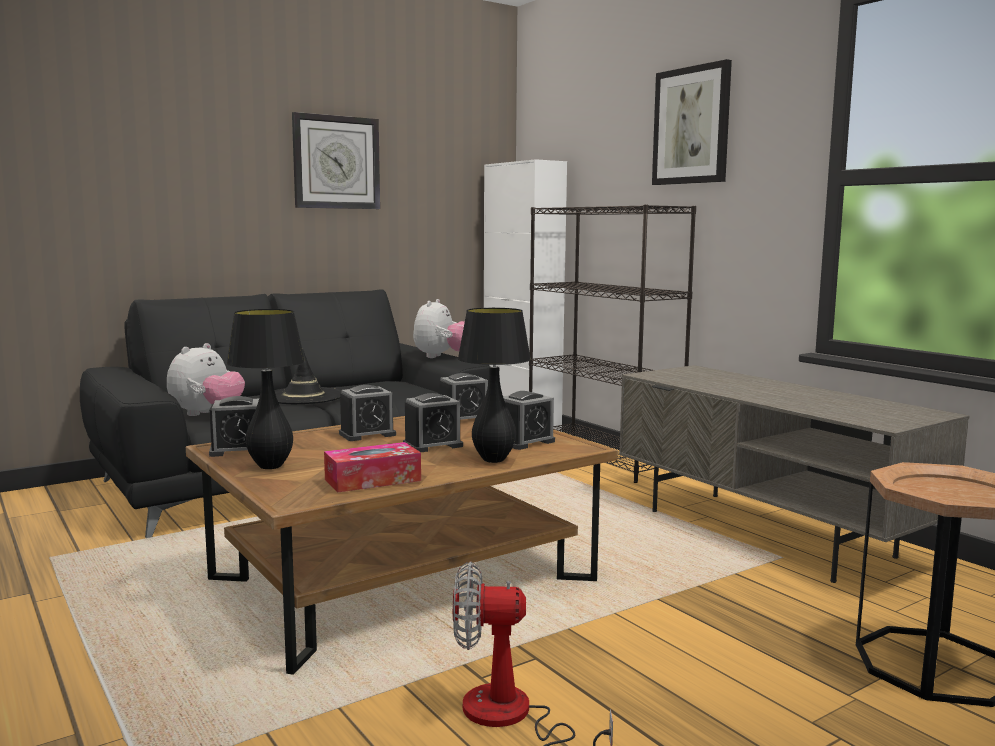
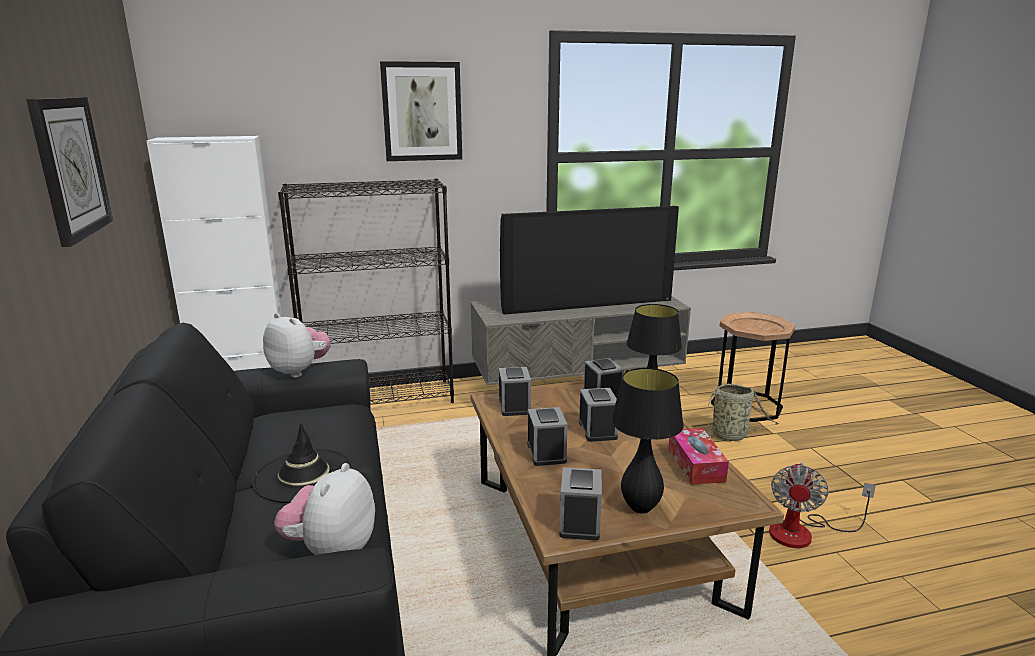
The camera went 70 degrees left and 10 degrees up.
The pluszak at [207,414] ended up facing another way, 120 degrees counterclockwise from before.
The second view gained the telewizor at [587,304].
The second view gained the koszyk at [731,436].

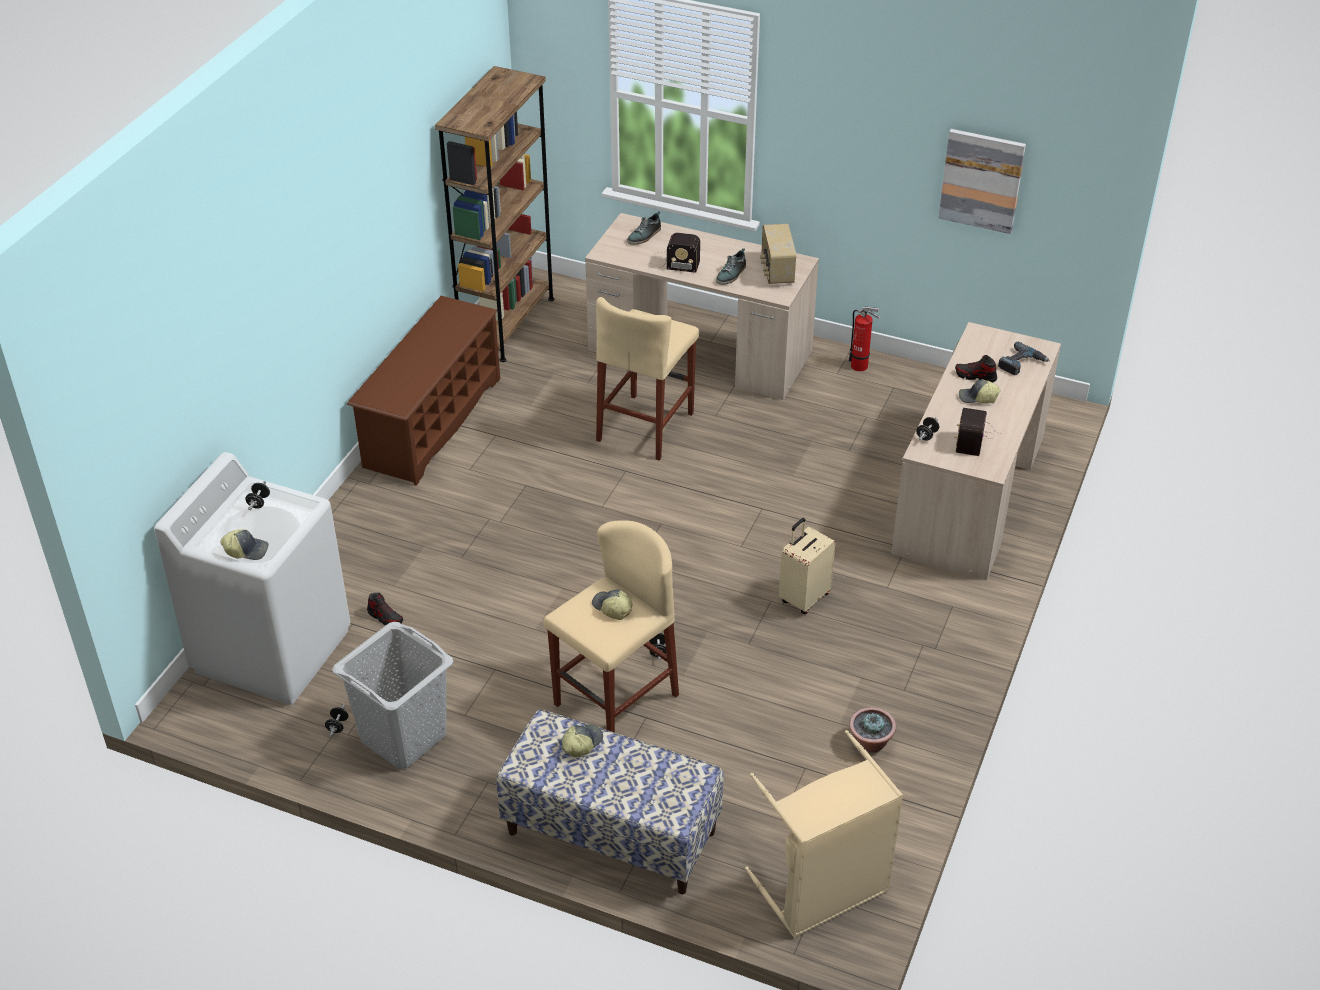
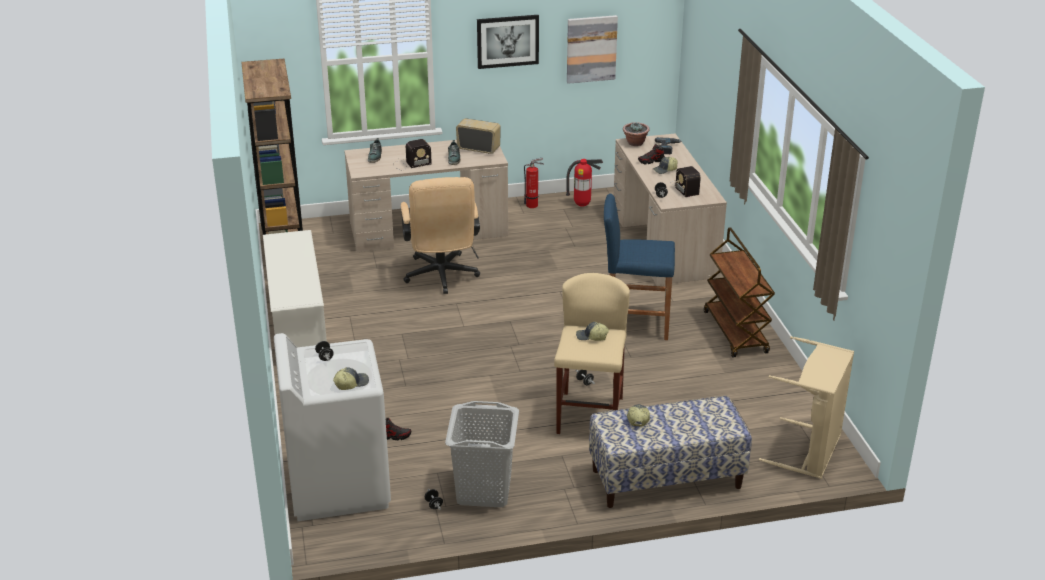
The camera went 35 degrees left and 10 degrees down.
What was the regał na buty (brązowy) at [432,422] turned into the regał na buty (biały) at [297,324].
Where the stołek (beżowy) stood at [645,427], the krzesło biurowe (beżowy) came to stand at [441,277].
The radio at [776,271] ended up facing another way, 150 degrees clockwise from before.
The second view gained the obraz at [507,41].
The second view gained the gaśnica at [582,205].
Where the walizka (beżowy) stood at [803,597], the stołek (niebieski) came to stand at [634,323].
The roślina doniczkowa ended up elsewhere, having gone from [870,743] to [635,143].
The second view gained the wózek (brązowy) at [736,333].

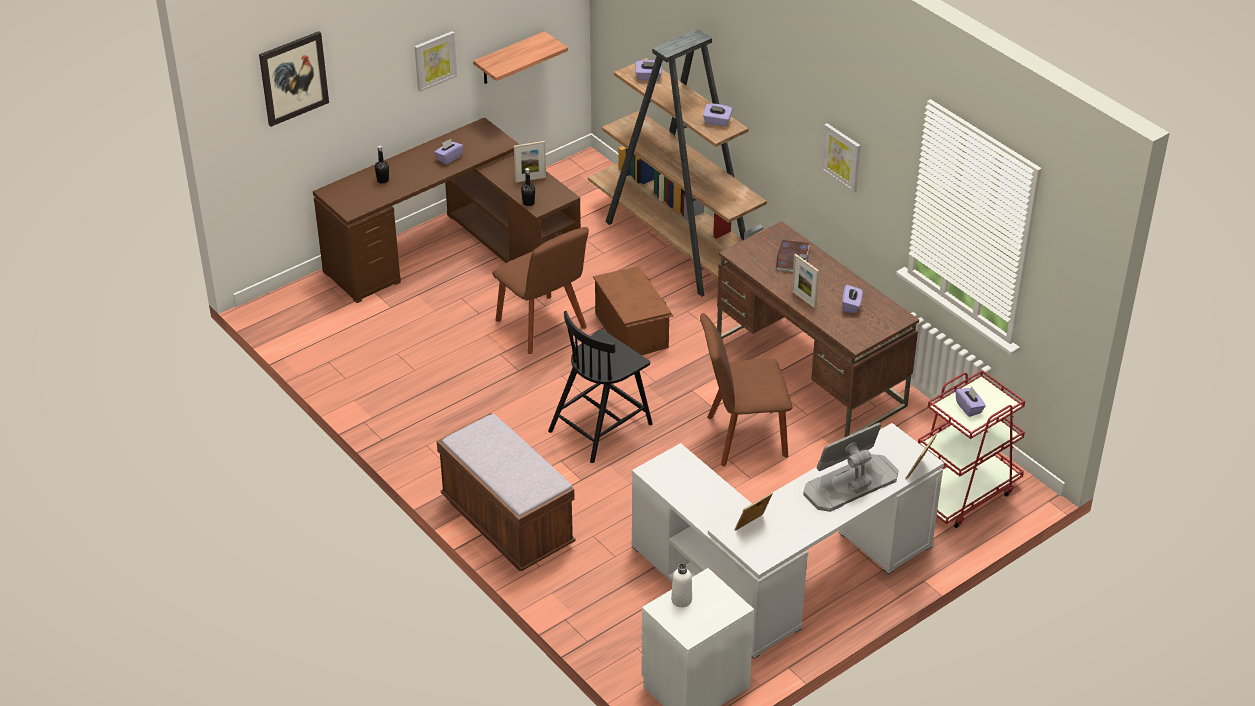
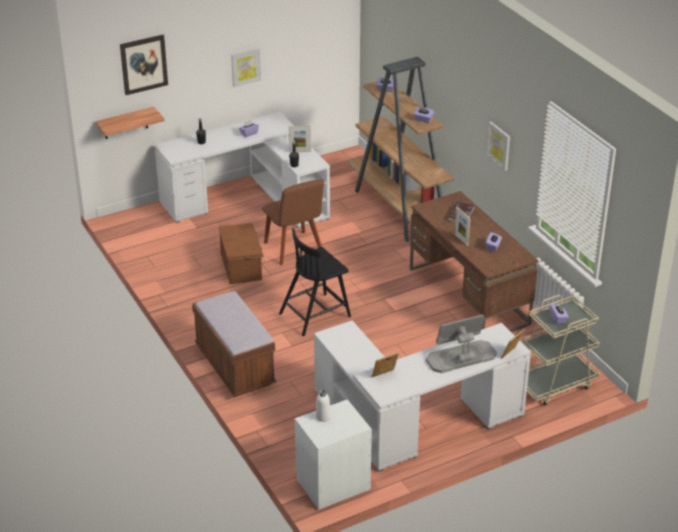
The camera went 10 degrees right and 5 degrees down.
The półka ended up elsewhere, having gone from [509,59] to [125,123].
What was the biurko (brązowy) at [456,251] turned into the biurko (biały) at [250,198].
The pojemnik do przechowywania (brązowy) ended up elsewhere, having gone from [632,330] to [242,266].
What was the wózek (czerwony) at [962,493] turned into the wózek (beżowy) at [555,384].
The second view lost the krzesło (brązowy) at [742,437].

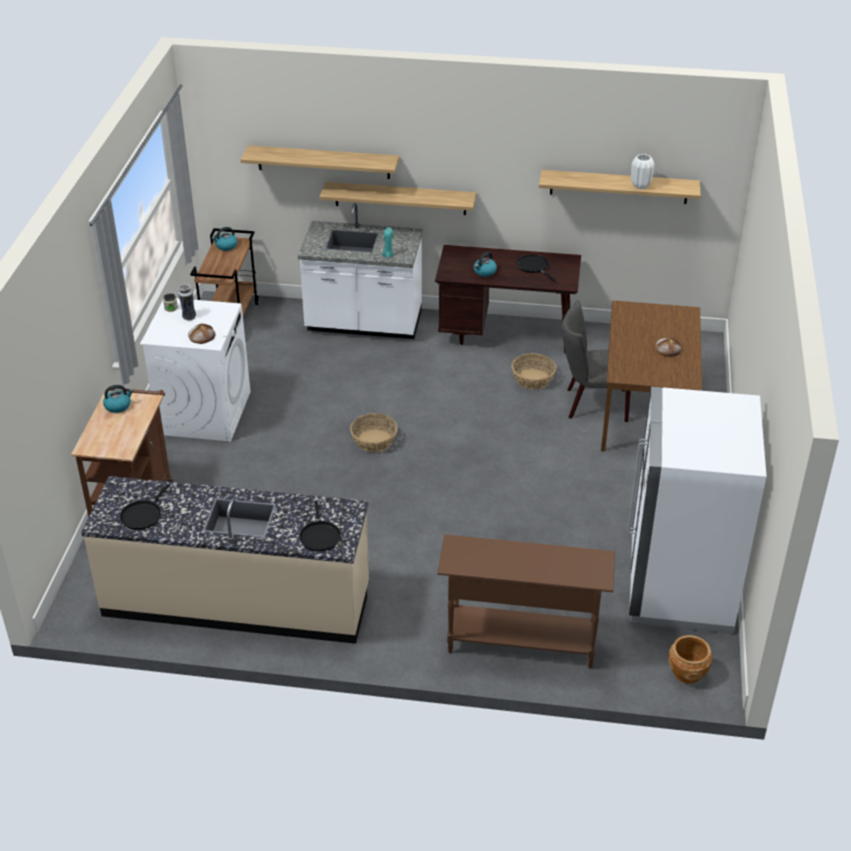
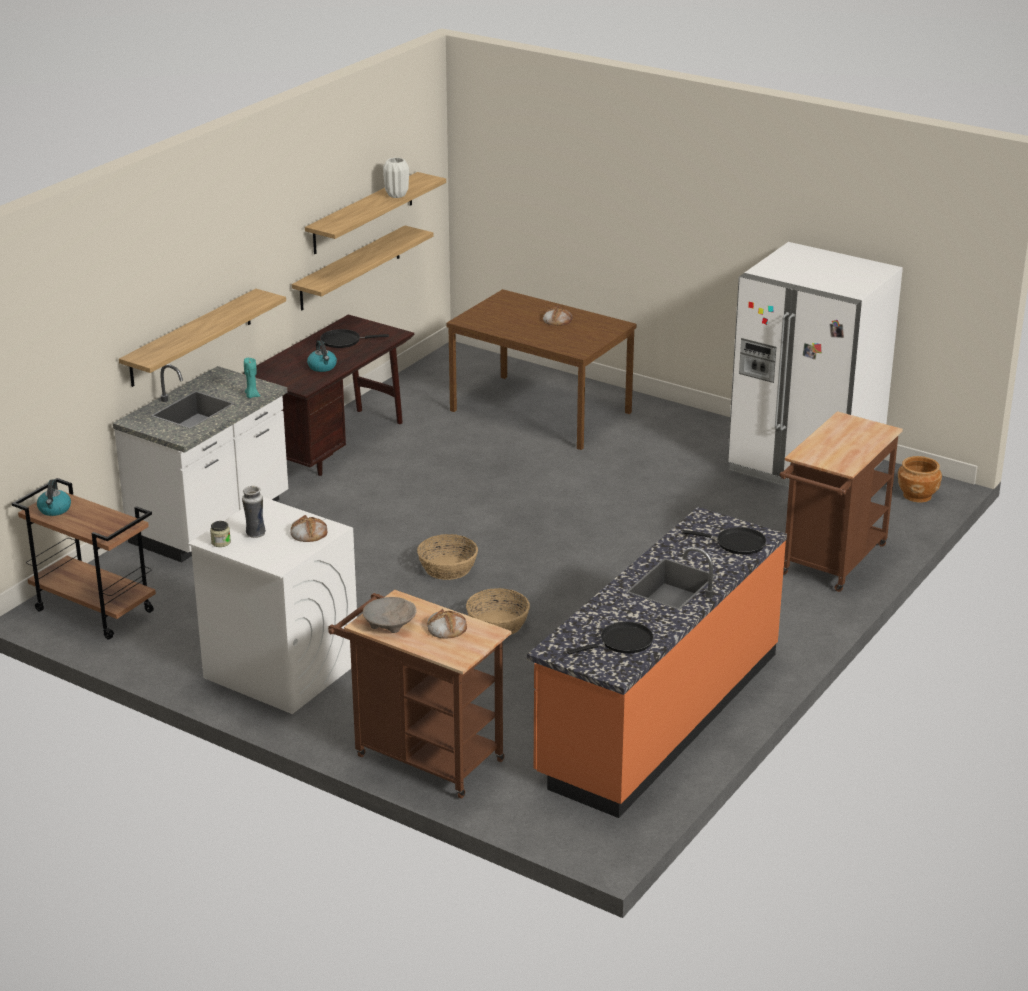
The camera went 65 degrees left and 10 degrees down.
The półka ended up elsewhere, having gone from [323,162] to [350,268].
Where the czajnik stood at [118,406], the miska (beżowy) came to stand at [389,623].
The second view gained the chleb at [446,627].
The koszyk ended up elsewhere, having gone from [533,379] to [497,624].
What was the zabudowa kuchenna (beżowy) at [237,601] turned into the zabudowa kuchenna (pomarańczowy) at [658,715].
The patelnia (czarny) at [143,515] ended up facing another way, 75 degrees counterclockwise from before.
Where the stolik konsolowy (brązowy) stood at [520,642], the wózek (brązowy) came to stand at [830,563].
The second view lost the krzesło (szary) at [592,404].

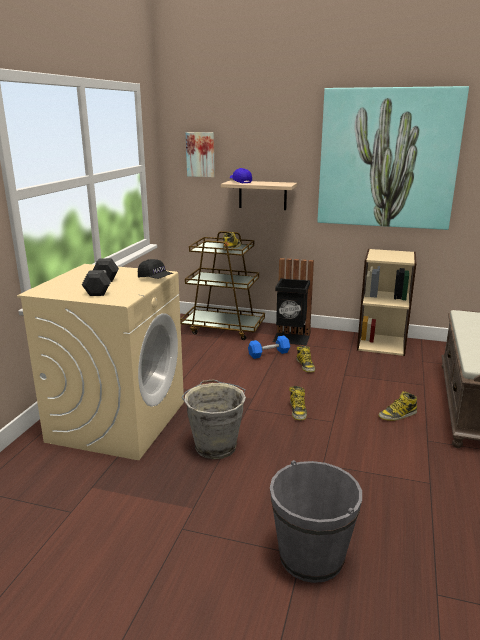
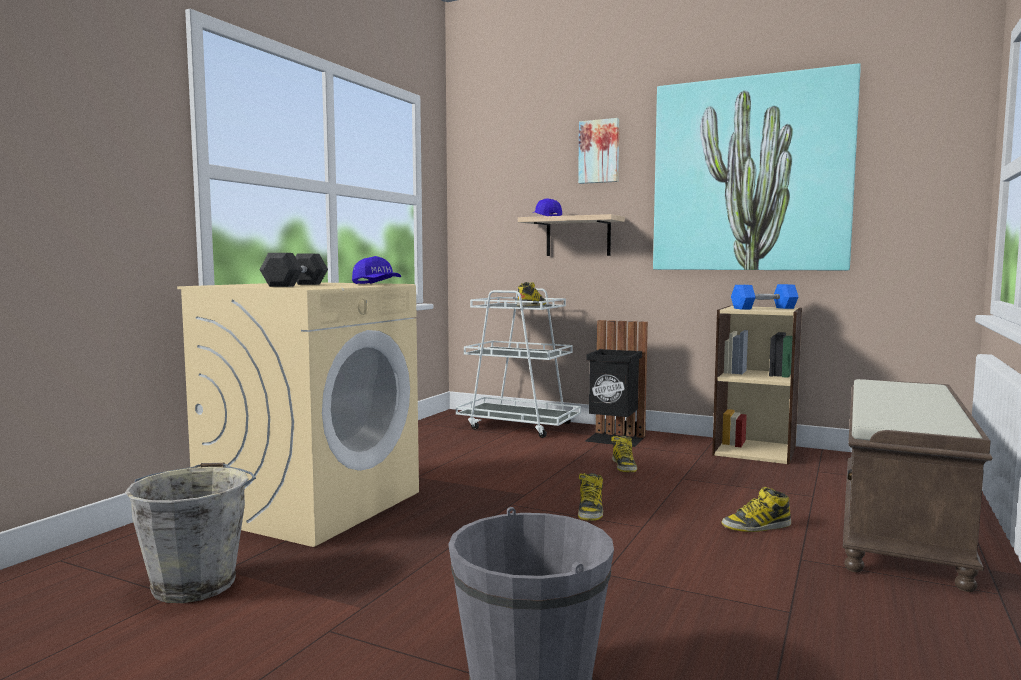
The camera went 10 degrees right and 15 degrees down.
The wiadro (szary) ended up elsewhere, having gone from [215,445] to [196,583].
What was the czapka z daszkiem (czarny) at [155,278] turned into the czapka z daszkiem (niebieski) at [377,284].
What was the wózek (brązowy) at [223,328] turned into the wózek (biały) at [519,426].
The obraz ended up elsewhere, having gone from [200,154] to [599,151].
The hantel (niebieski) ended up elsewhere, having gone from [269,354] to [764,308].

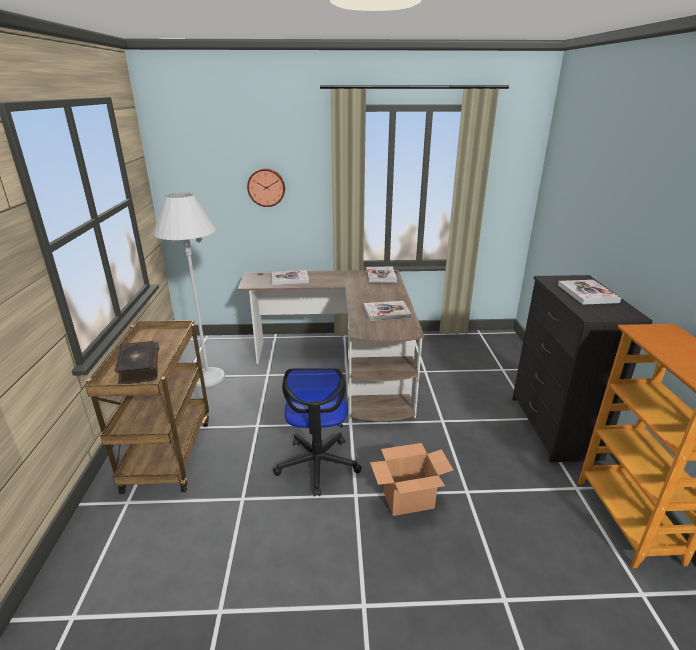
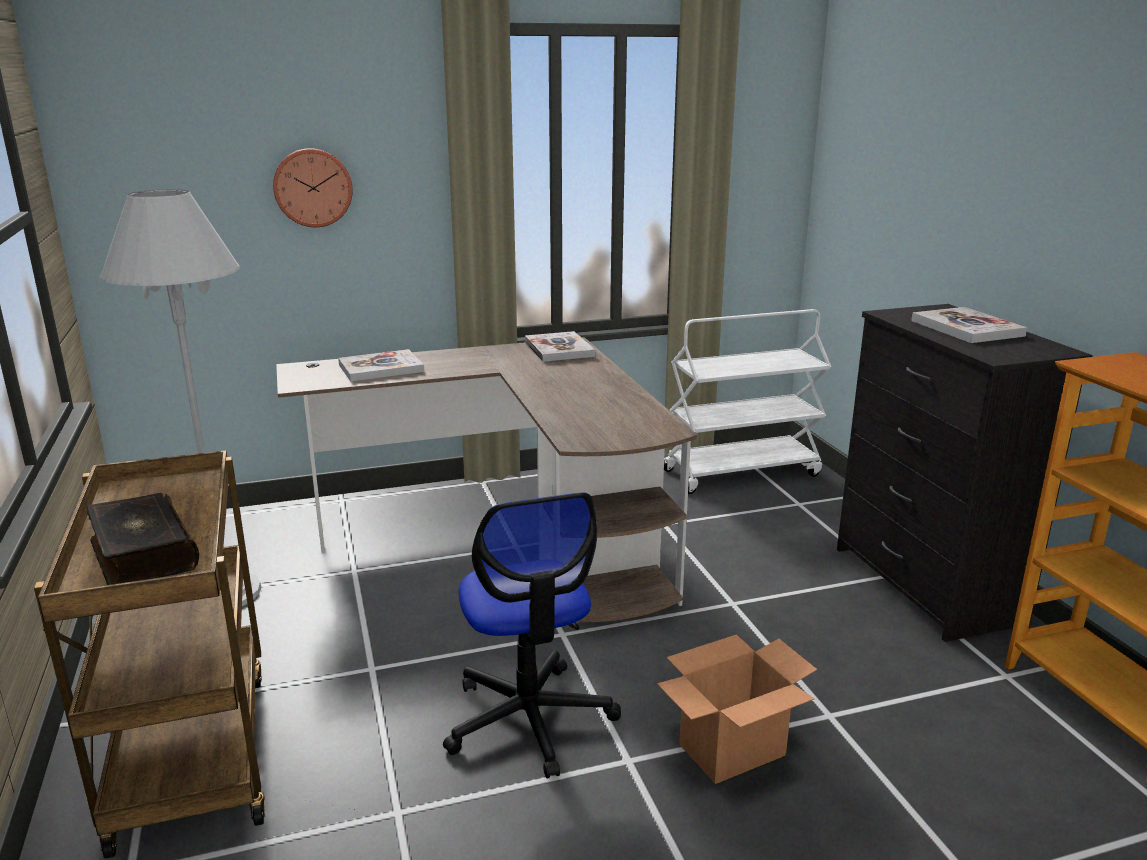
The camera went 15 degrees left and 5 degrees down.
The second view gained the wózek (biały) at [741,472].
The second view lost the książka at [386,312].

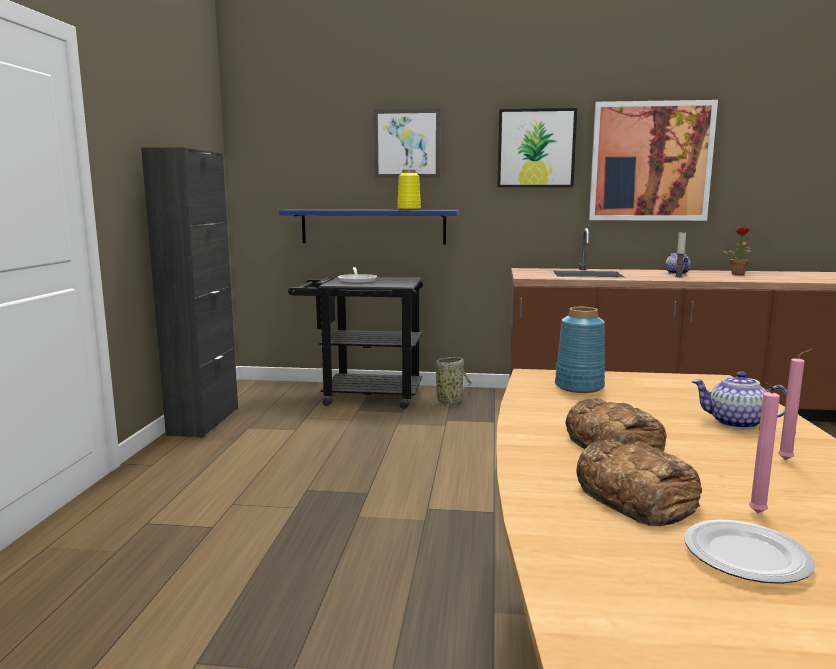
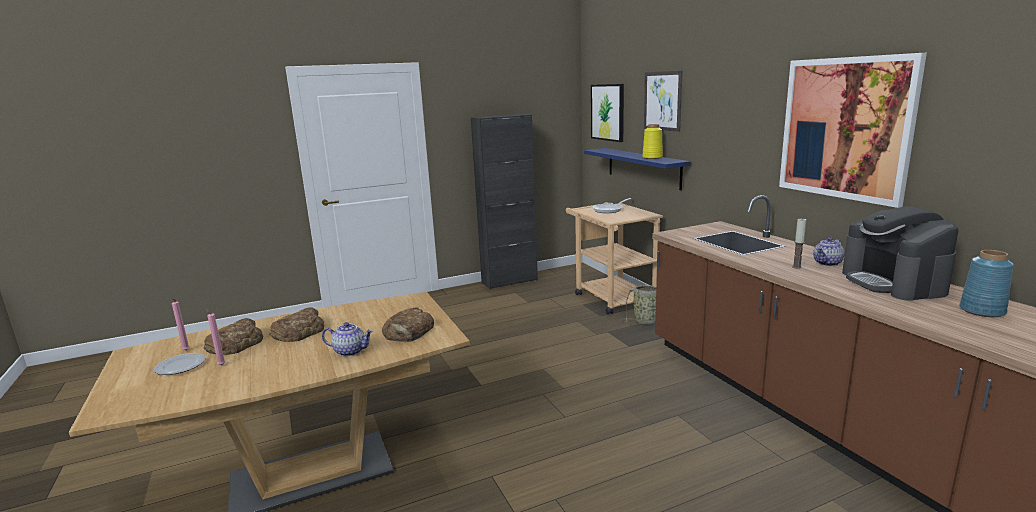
The camera went 60 degrees right and 5 degrees up.
The świeca (różowy) ended up elsewhere, having gone from [788,460] to [186,351].
The imbryk at [736,423] ended up facing another way, 105 degrees clockwise from before.
The second view gained the chleb at [408,332].
What was the wózek (czarny) at [362,396] turned into the wózek (beżowy) at [610,297].
The obraz ended up elsewhere, having gone from [536,148] to [608,112].
Where the roślina doniczkowa stood at [737,274], the ekspres do kawy came to stand at [893,283].
The wazon (niebieski) ended up elsewhere, having gone from [579,387] to [981,311].

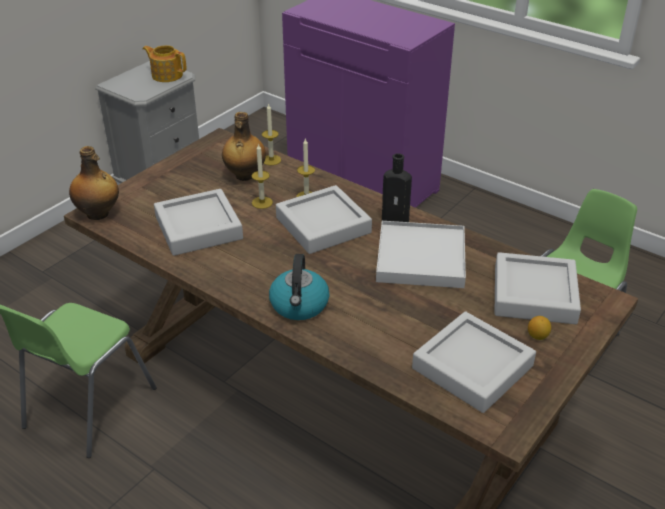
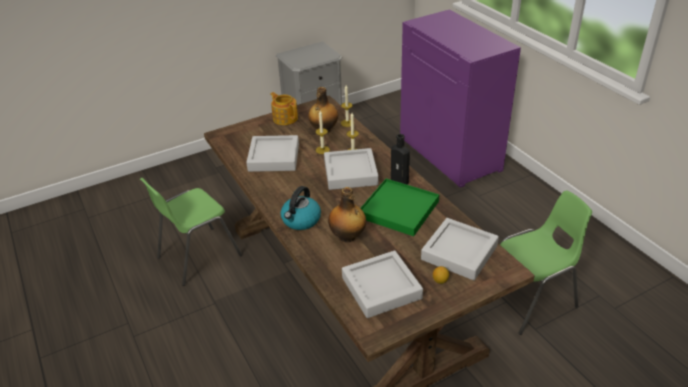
The camera went 25 degrees right and 0 degrees up.
The imbryk ended up elsewhere, having gone from [167,75] to [285,118].
The butelka ended up elsewhere, having gone from [98,214] to [347,237].
What was the taca (biały) at [420,258] turned into the taca (zielony) at [399,209].

